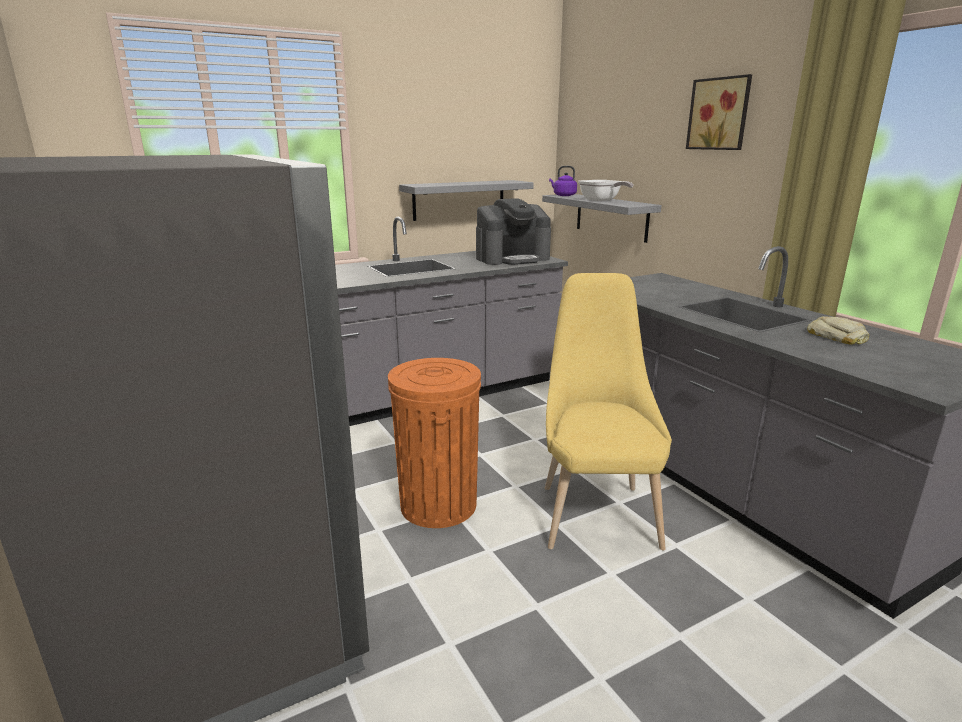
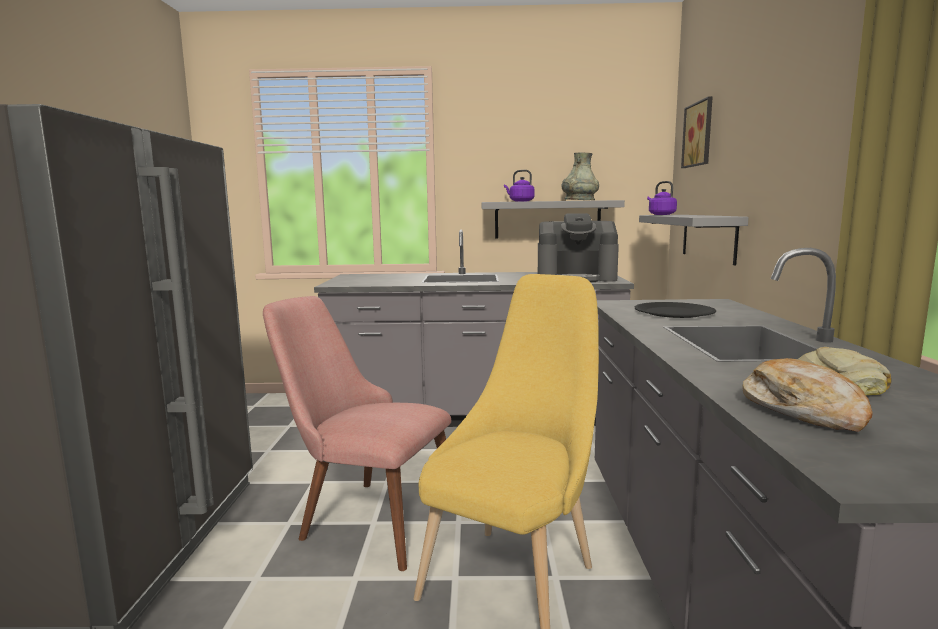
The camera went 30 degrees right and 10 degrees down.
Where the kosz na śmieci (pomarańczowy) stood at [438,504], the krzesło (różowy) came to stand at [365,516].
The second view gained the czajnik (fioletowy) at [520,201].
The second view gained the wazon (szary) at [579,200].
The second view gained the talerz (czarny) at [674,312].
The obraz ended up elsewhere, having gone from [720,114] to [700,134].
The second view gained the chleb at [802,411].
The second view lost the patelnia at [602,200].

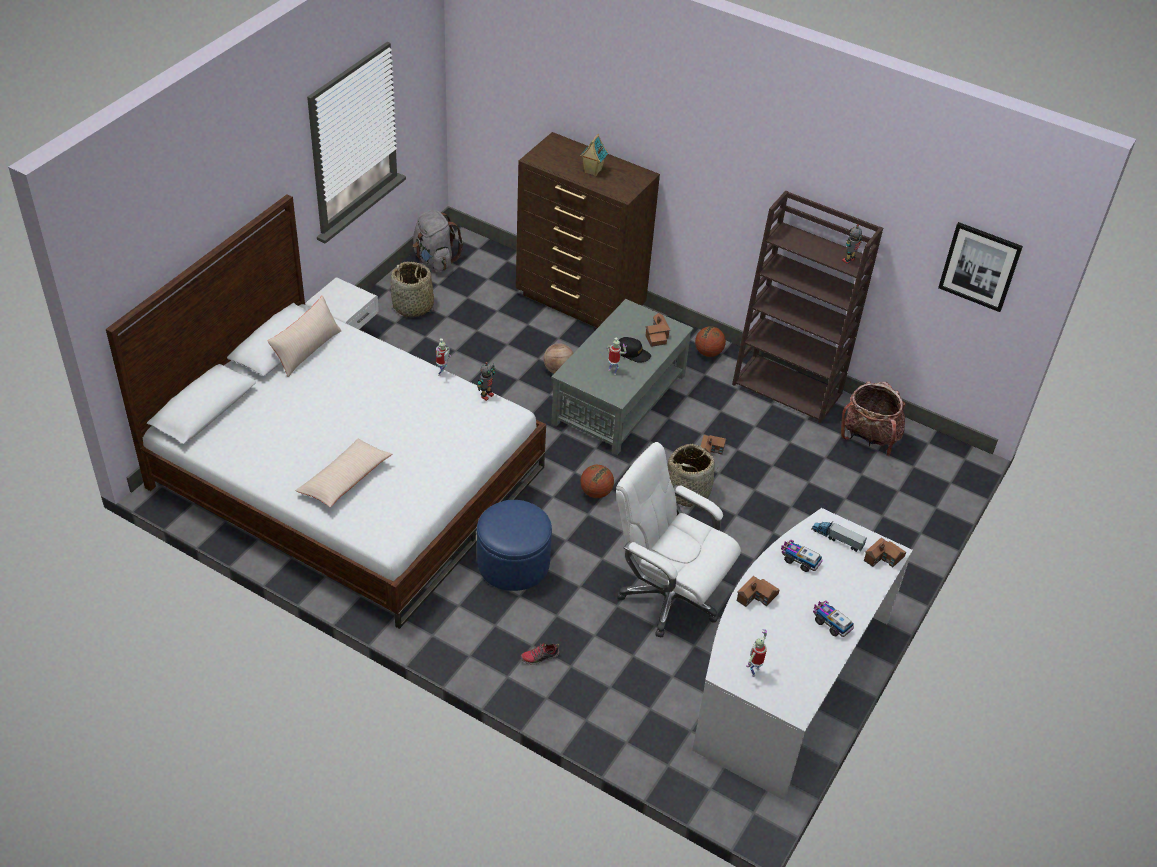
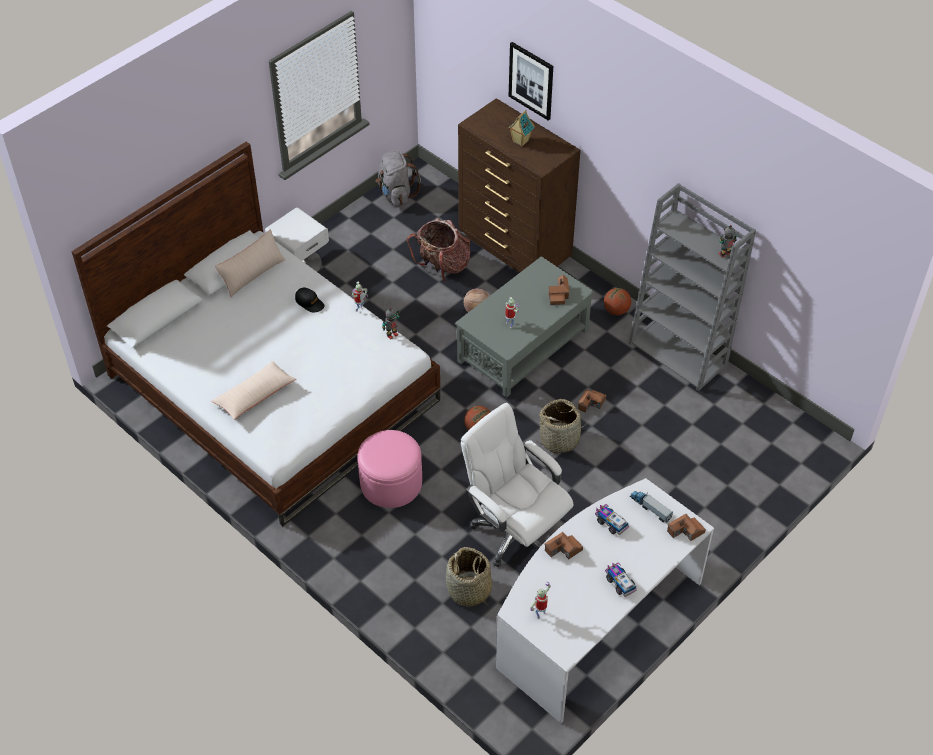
The camera went 15 degrees right and 5 degrees up.
The czapka z daszkiem (czarny) ended up elsewhere, having gone from [632,353] to [309,302].
What was the pufa (niebieski) at [513,563] turned into the pufa (różowy) at [391,483].
The plecak ended up elsewhere, having gone from [869,438] to [442,266].
The koszyk ended up elsewhere, having gone from [413,306] to [469,590].
The obraz ended up elsewhere, having gone from [980,266] to [531,80].
What was the regał (brązowy) at [788,388] turned into the regał (szary) at [679,354].
The second view lost the but at [539,657].

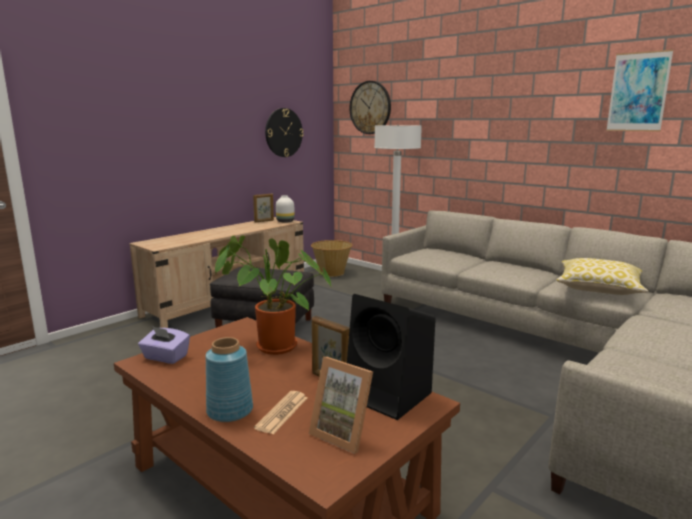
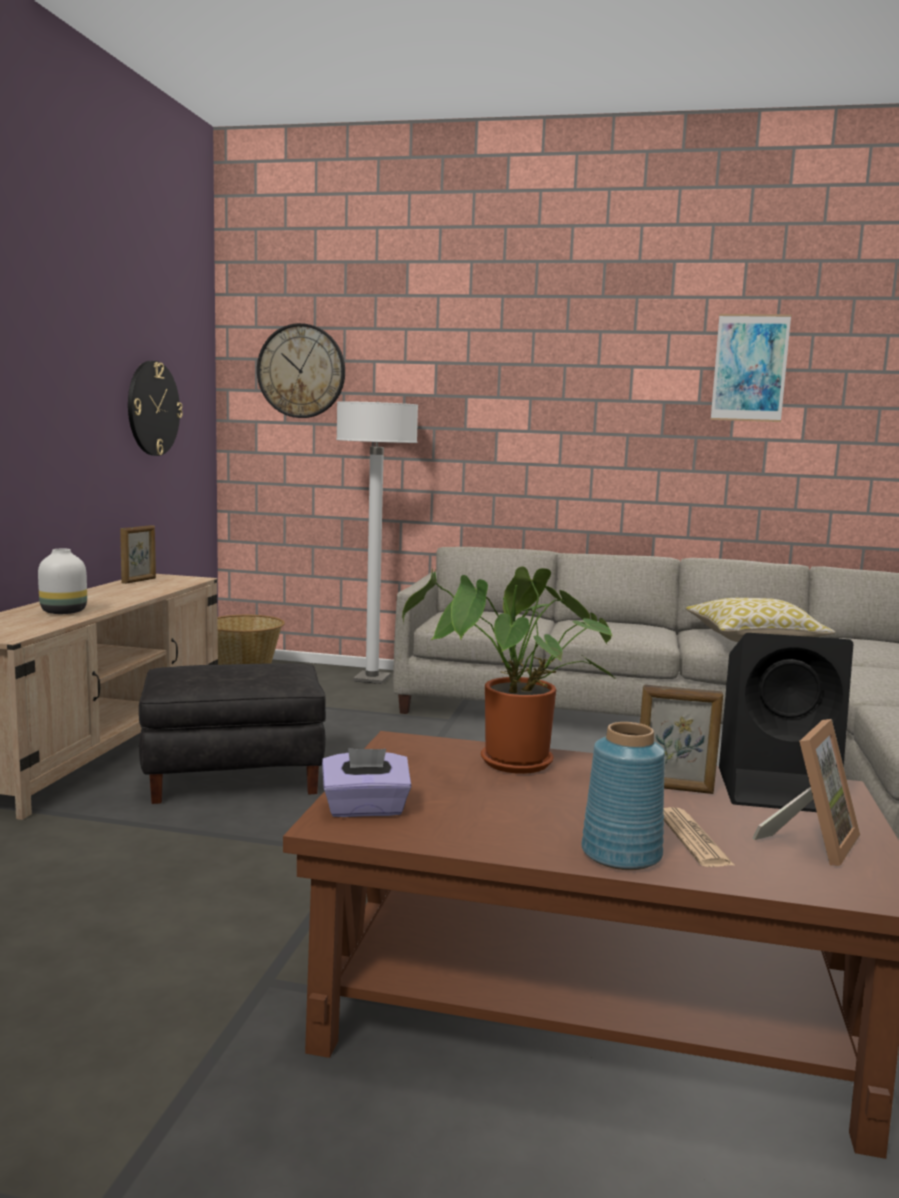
The camera went 30 degrees left and 5 degrees down.
The wazon (biały) ended up elsewhere, having gone from [285,221] to [64,612].
The ramka na zdjęcie at [344,433] ended up facing another way, 60 degrees counterclockwise from before.

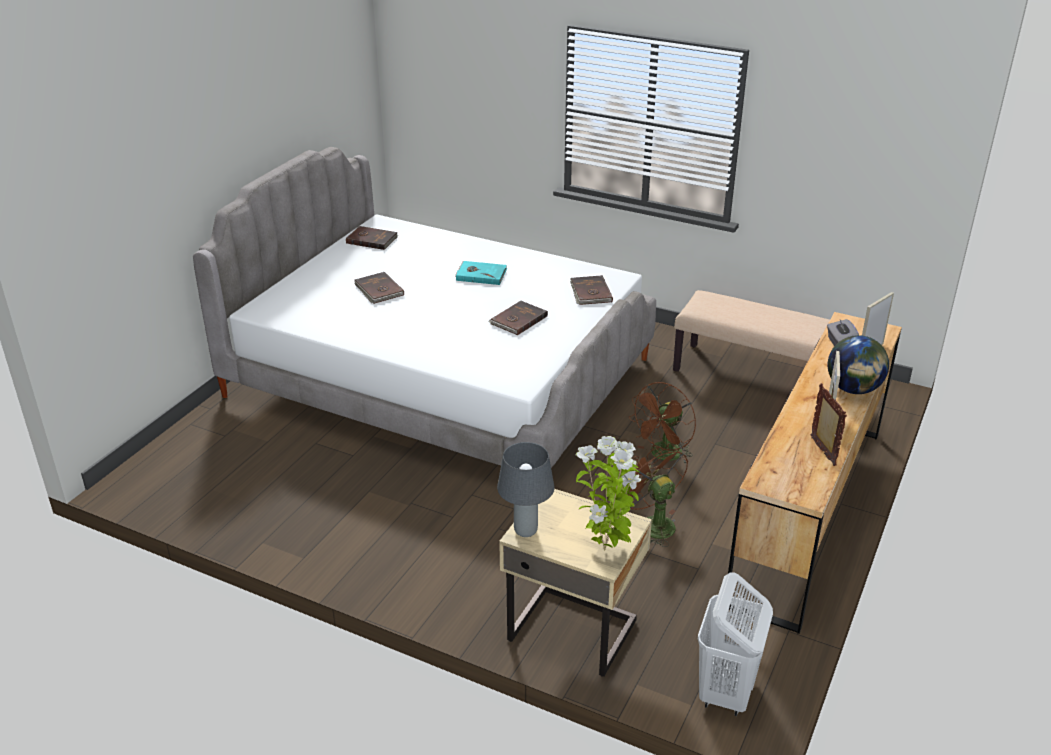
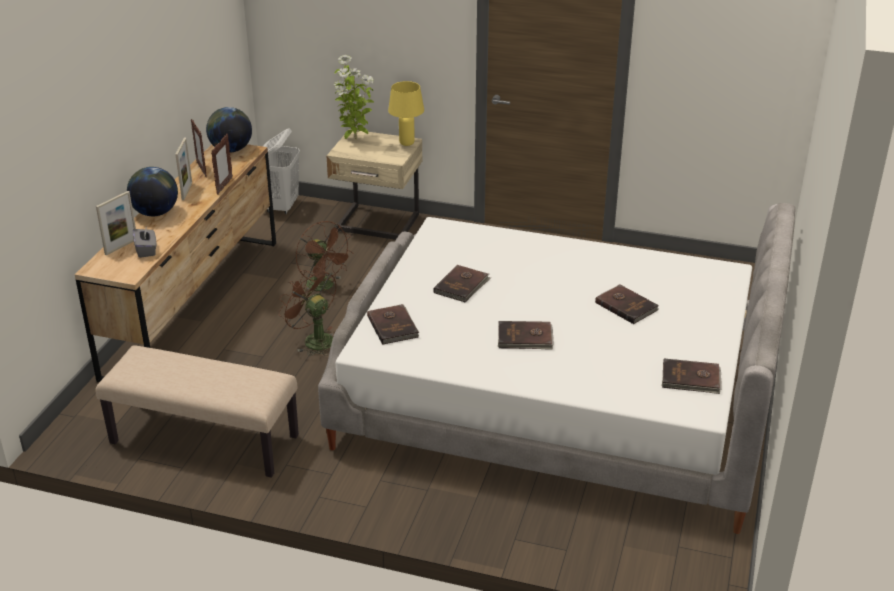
The camera went 170 degrees right and 0 degrees up.
The second view gained the globus at [231,150].
The second view gained the ramka na zdjęcie at [224,186].
The wentylator (brązowy) at [663,456] ended up facing another way, 75 degrees counterclockwise from before.
What was the lampa stołowa (szary) at [525,531] turned into the lampa stołowa (żółty) at [407,143].
What was the książka (turkusowy) at [481,274] turned into the książka (brązowy) at [525,338].

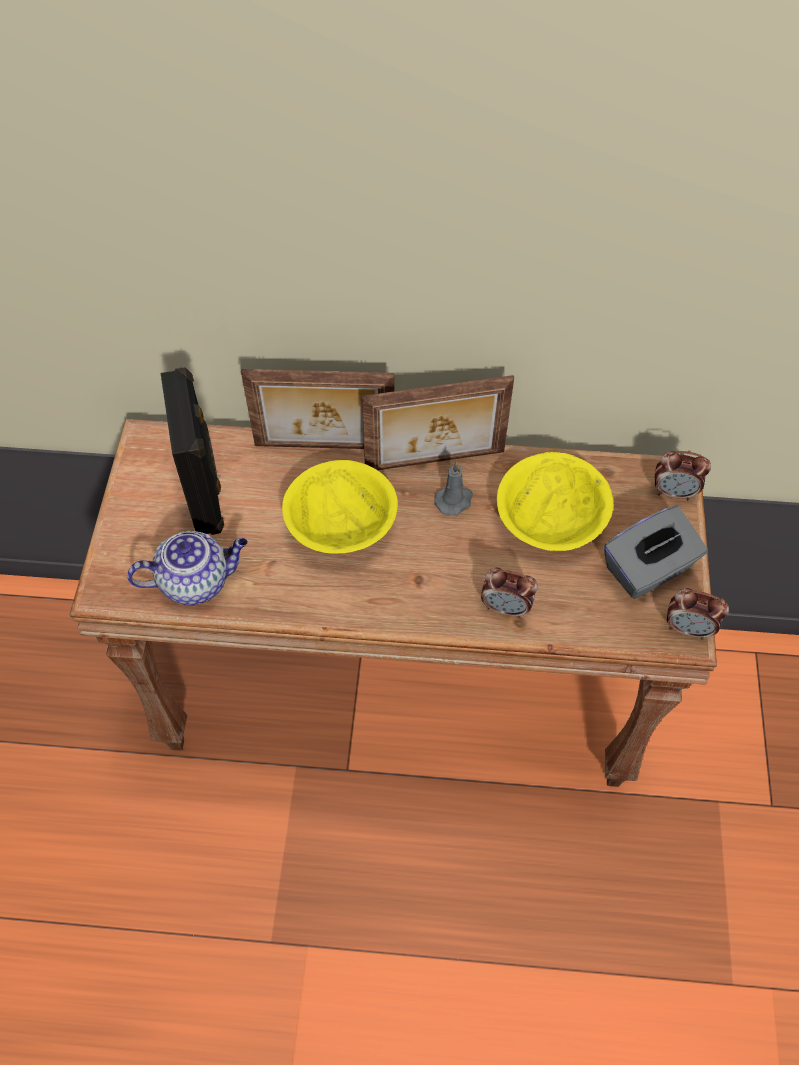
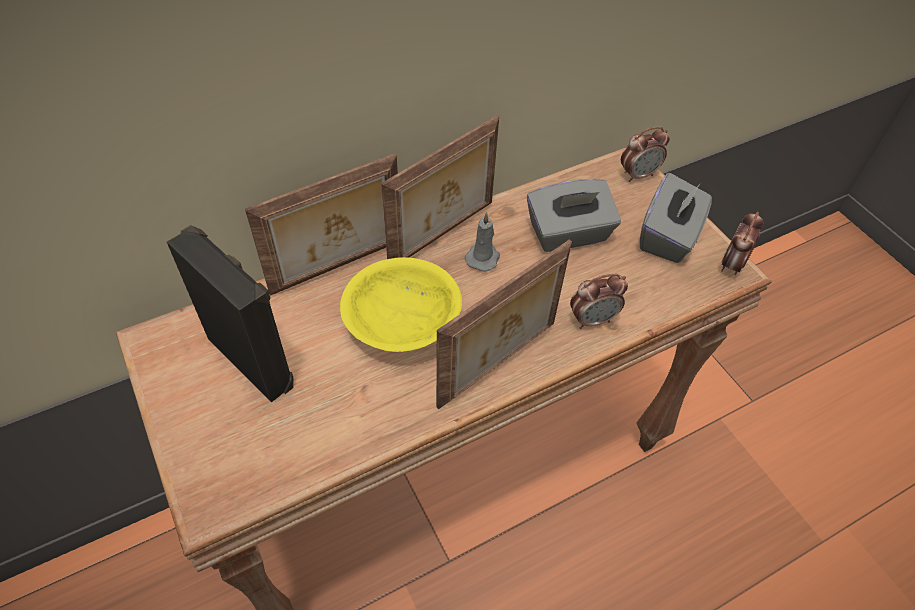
The camera went 35 degrees left and 5 degrees down.
The second view gained the ramka na zdjęcie at [499,365].
Where the miska (żółty) stood at [551,518], the pudełko chusteczek (szary) came to stand at [568,234].
The budzik at [688,628] ended up facing another way, 135 degrees clockwise from before.
The second view lost the imbryk at [196,581].

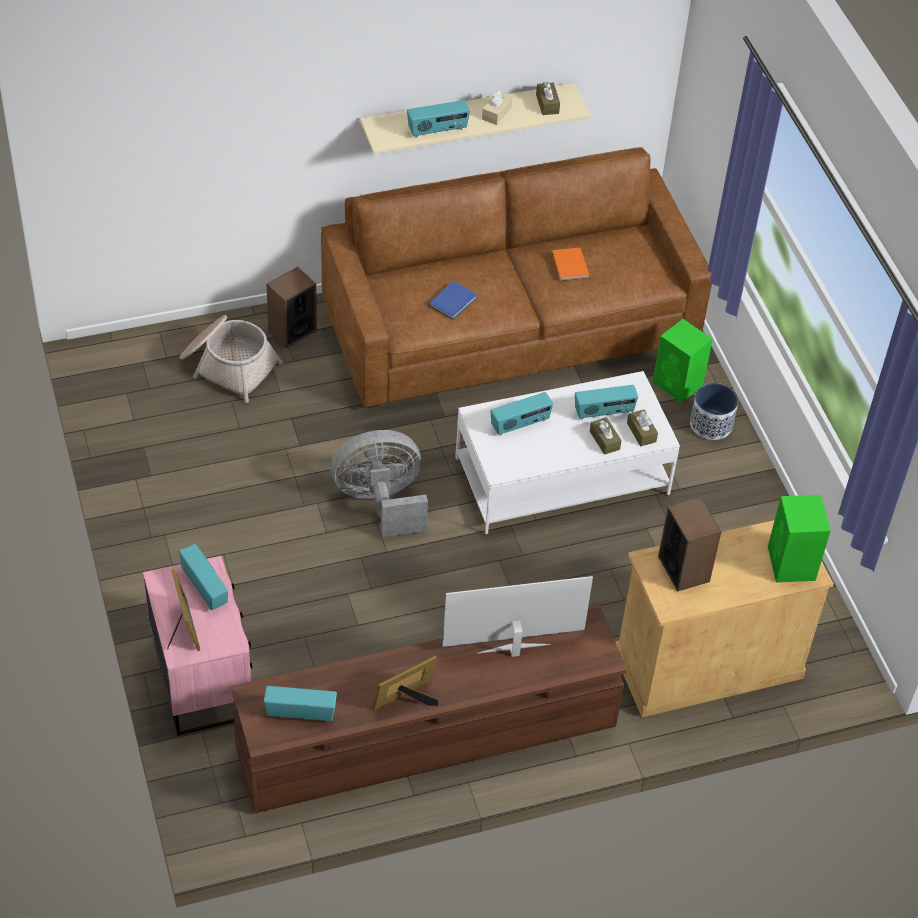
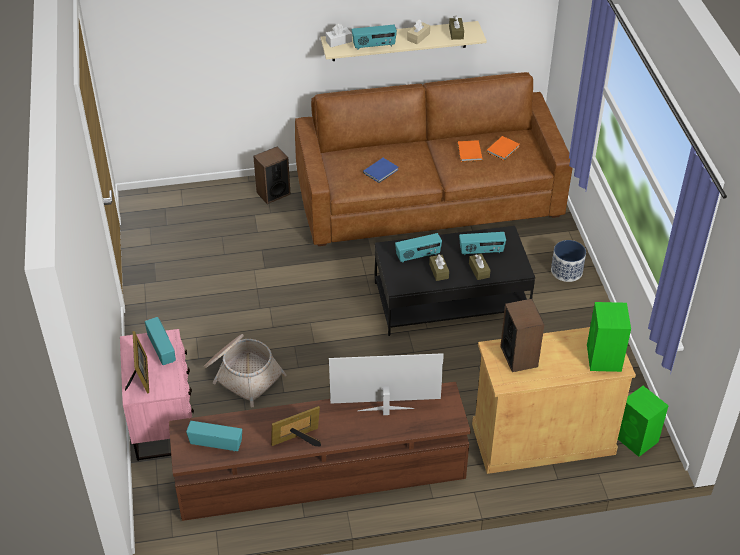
The camera went 10 degrees right and 5 degrees down.
The koszyk ended up elsewhere, having gone from [228,365] to [242,375].
The second view gained the pudełko chusteczek (biały) at [338,41].
What was the ława (biały) at [562,476] turned into the ława (czarny) at [451,300].
The pudełko chusteczek (brązowy) ended up elsewhere, having gone from [641,432] to [438,271].
The second view gained the książka (pomarańczowy) at [504,149].
The głośnik (zielony) ended up elsewhere, having gone from [678,384] to [637,440].
The second view lost the wentylator (szary) at [381,502].

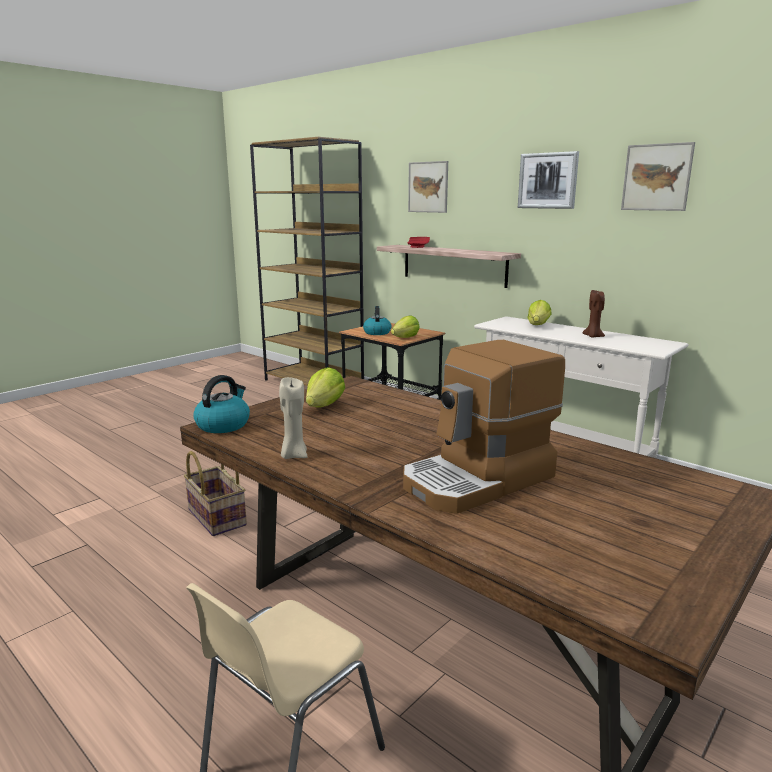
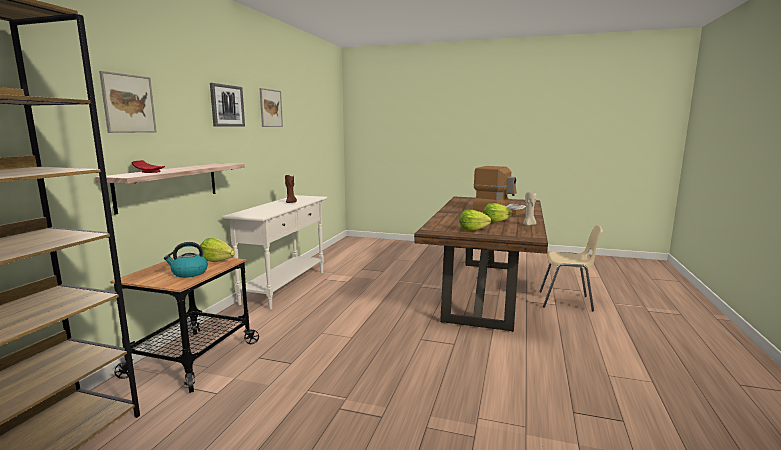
The camera went 115 degrees left and 5 degrees down.
The sałata ended up elsewhere, having gone from [538,325] to [495,221].
The second view lost the koszyk at [215,517].
The second view lost the czajnik at [223,425].

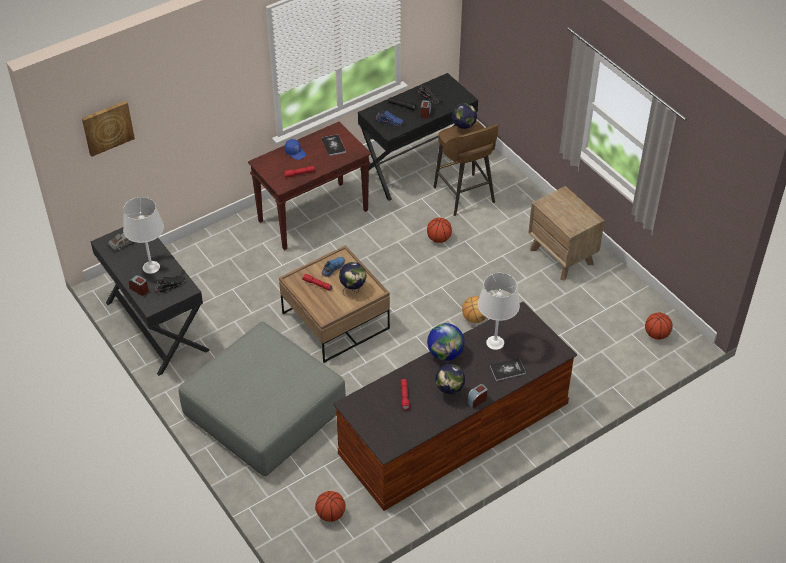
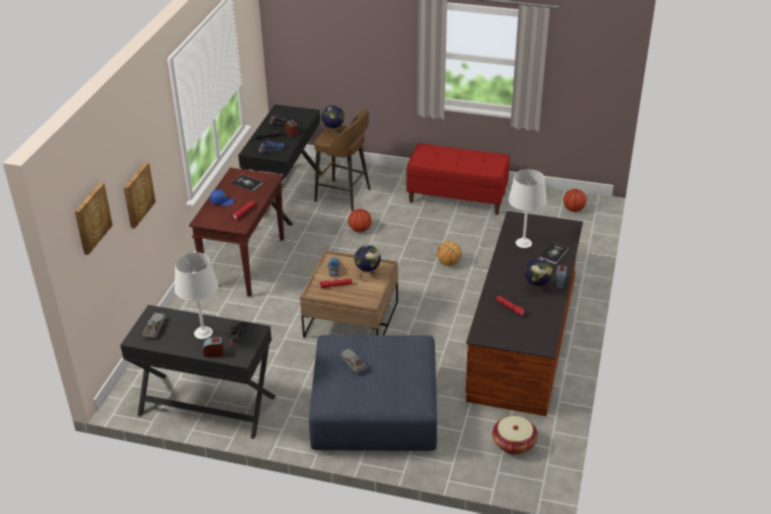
The camera went 40 degrees left and 10 degrees down.
The second view gained the obraz at [138,194].
What was the pufa (szary) at [263,412] turned into the pufa (niebieski) at [374,410].
The second view gained the samochodzik (szary) at [353,363].
Where the szafka nocna (brązowy) stood at [562,256], the ławka (czerwony) came to stand at [457,197].
Where the piłka do koszykówki stood at [331,514], the koszyk came to stand at [513,443].
The second view lost the globus at [445,353].

